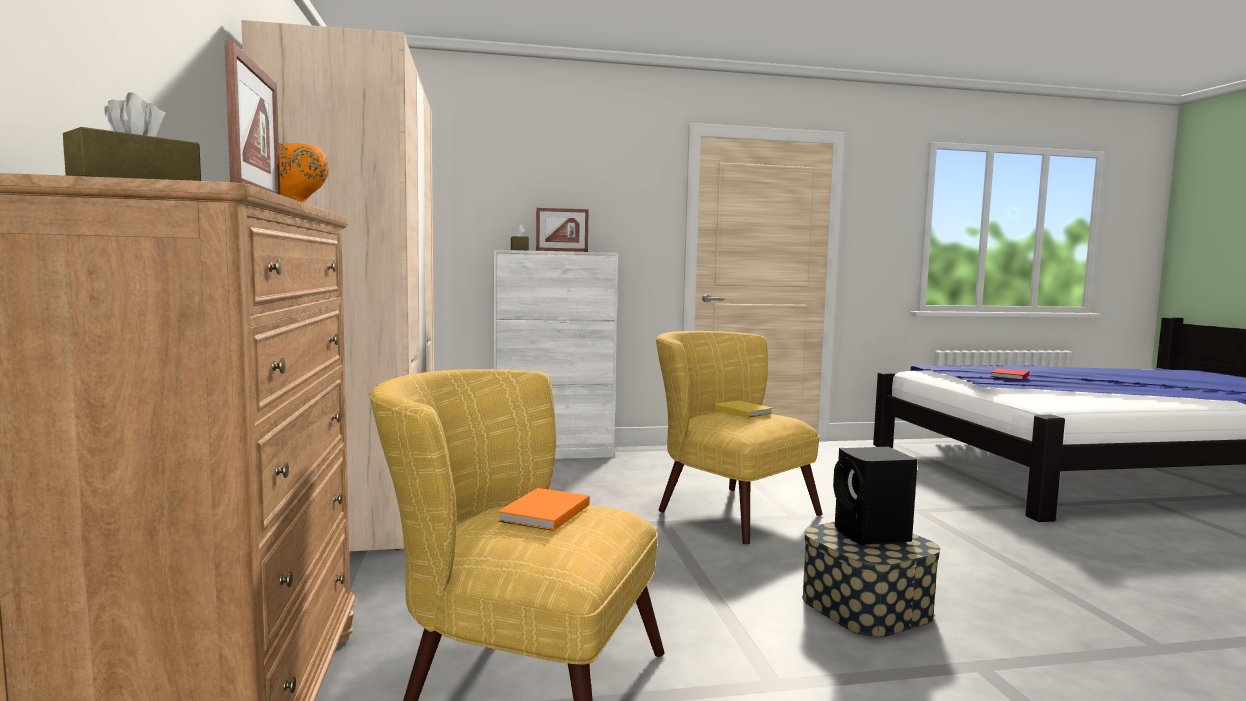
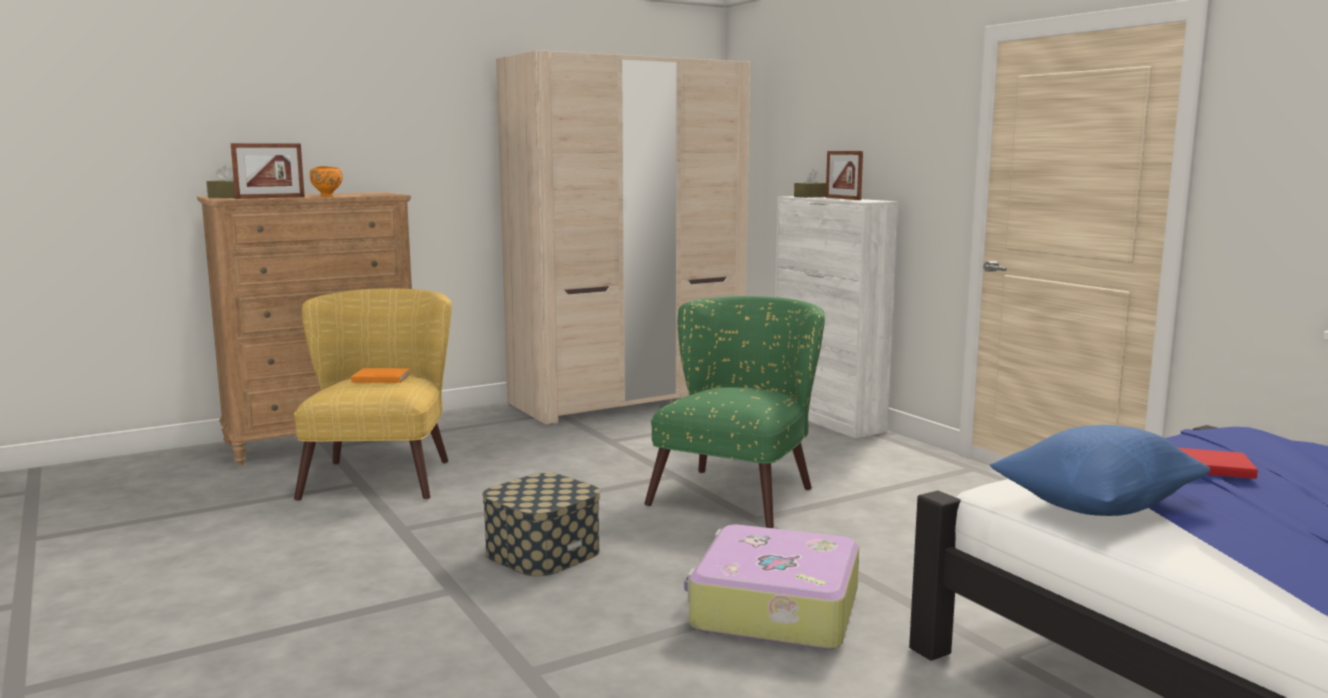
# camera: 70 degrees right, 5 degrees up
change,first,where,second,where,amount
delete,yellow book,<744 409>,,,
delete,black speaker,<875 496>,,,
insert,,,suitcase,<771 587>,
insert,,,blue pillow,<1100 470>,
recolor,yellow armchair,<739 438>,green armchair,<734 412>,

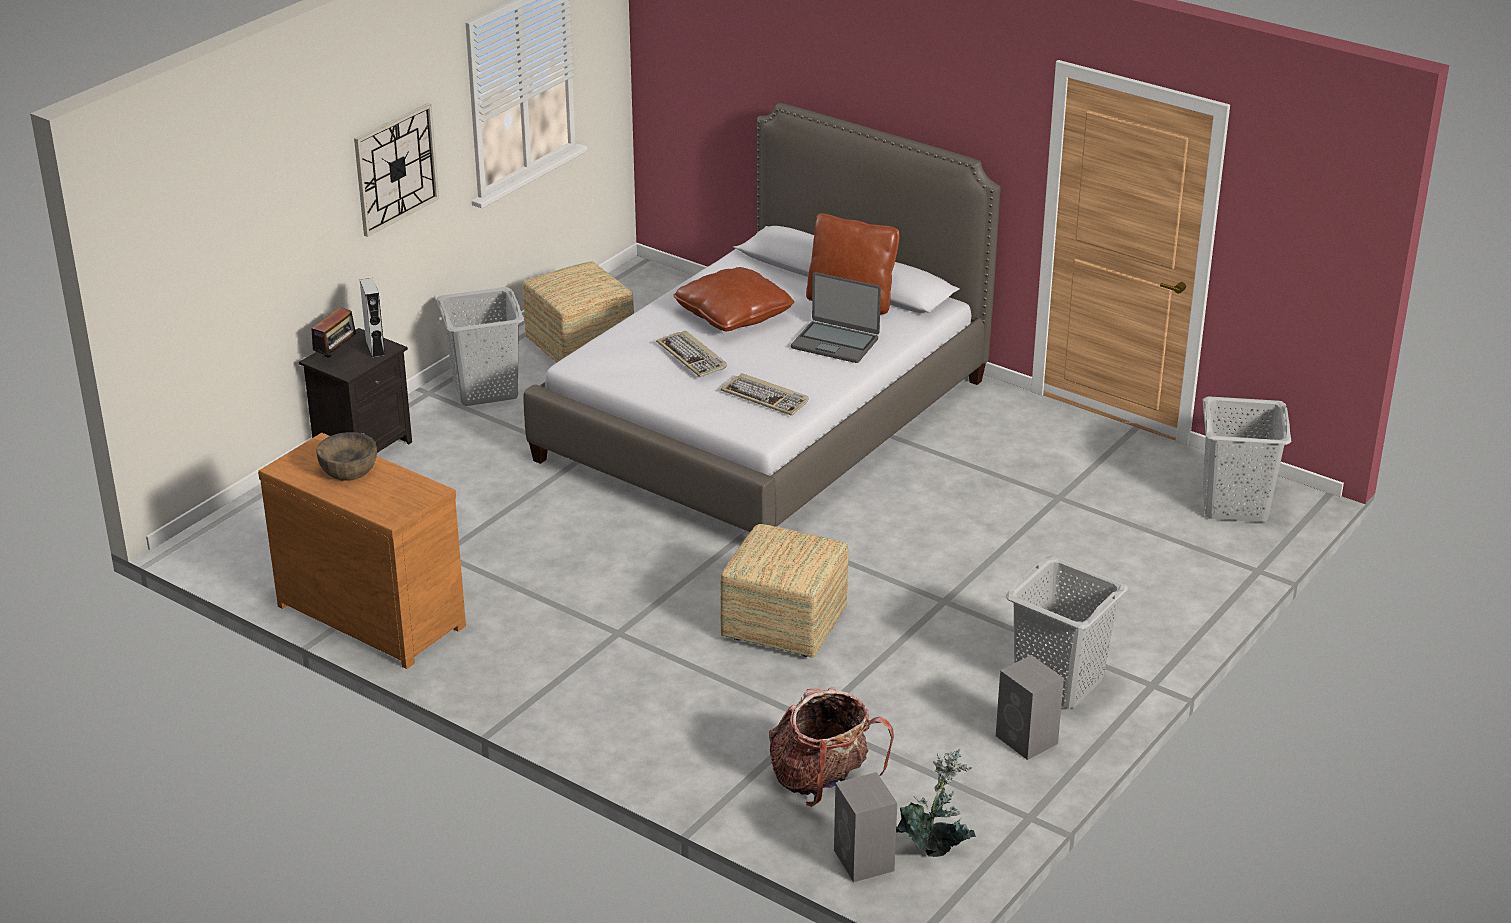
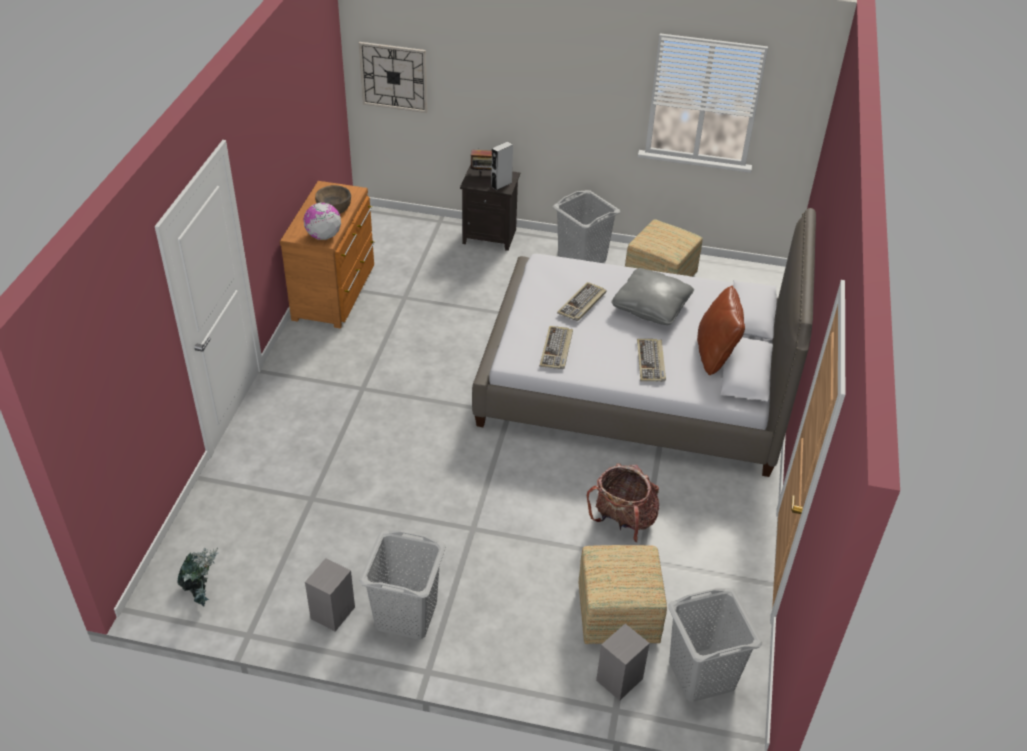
# camera: 65 degrees right, 10 degrees up
change,first,where,second,where,amount
insert,,,globe,<322 221>,
move,wall clock,<396 170>,,<393 77>,
move,ottoman,<784 591>,,<622 594>,
move,backpack,<831 747>,,<623 503>,
move,grey speaker,<865 827>,,<623 662>,
replace,laptop,<836 317>,keyboard,<651 360>,
recolor,brown pillow,<733 299>,grey pillow,<652 296>,

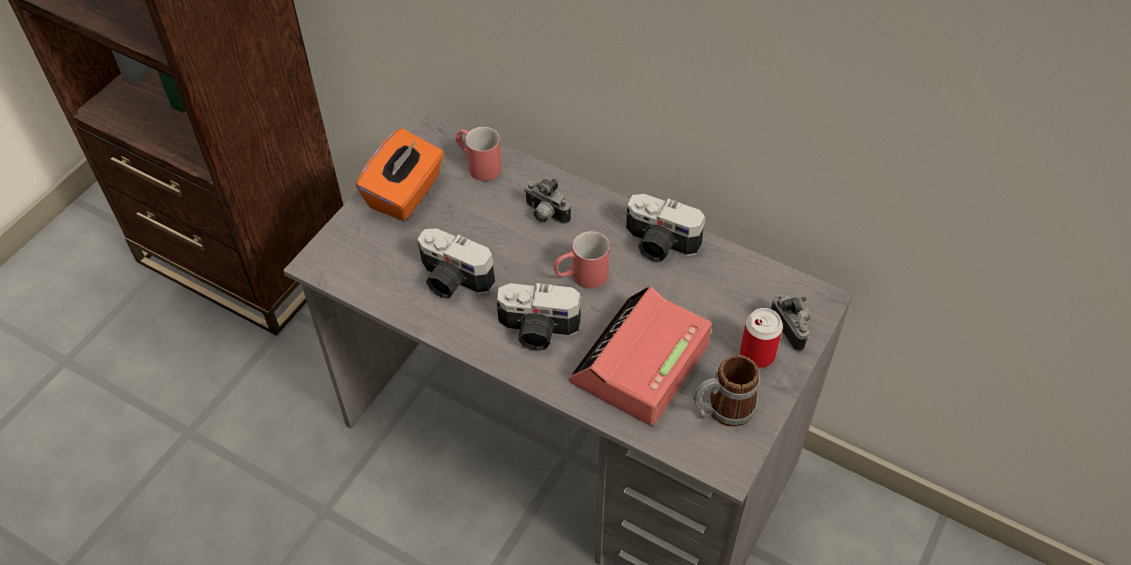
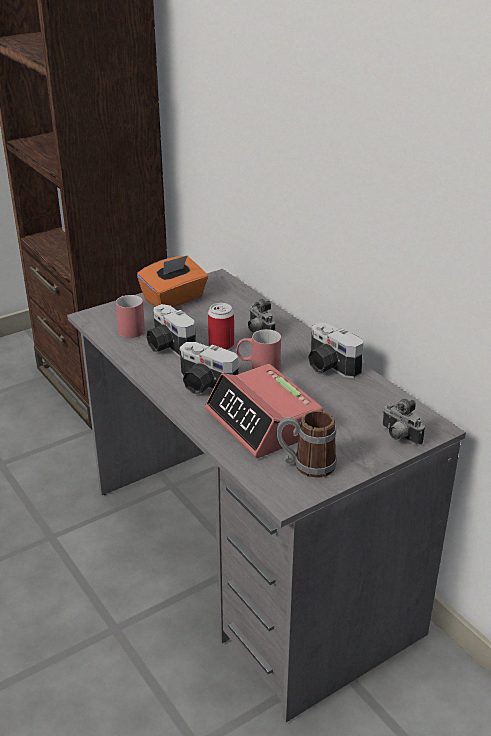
# camera: 25 degrees right, 20 degrees down
change,first,where,second,where,amount
move,red mug,<478 154>,,<130 316>,
move,can,<761 338>,,<221 326>,
rotate,alarm clock,<640 356>,,<264 411>,90 degrees counterclockwise
rotate,photo camera,<790 322>,,<403 422>,135 degrees clockwise

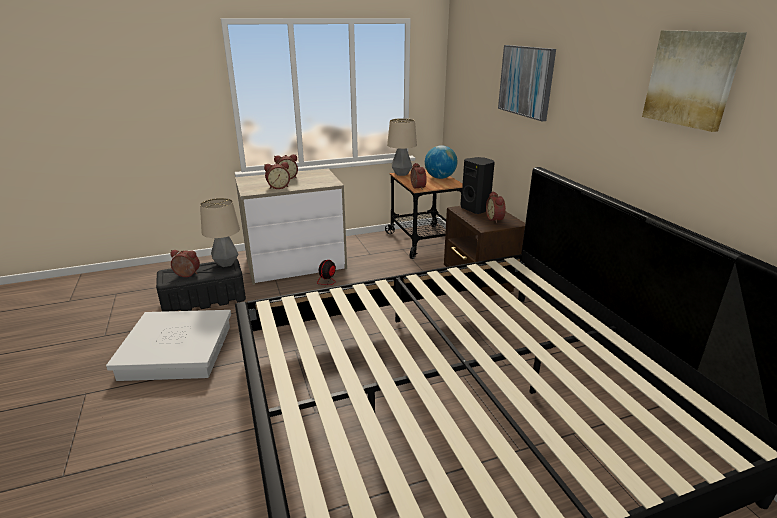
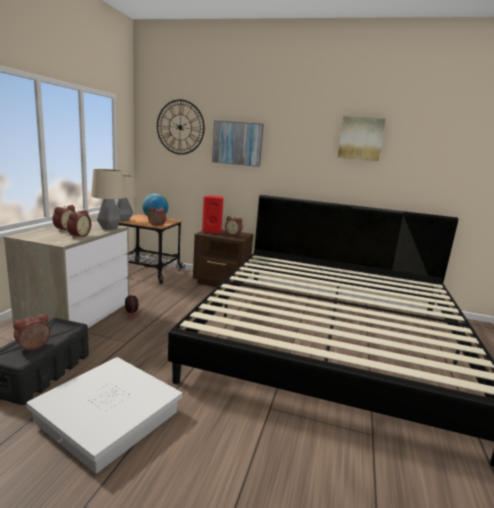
# camera: 55 degrees left, 10 degrees down
change,first,where,second,where,amount
insert,,,wall clock,<181 127>,
move,table lamp,<220 232>,,<108 199>,
recolor,black speaker,<478 185>,red speaker,<213 214>,

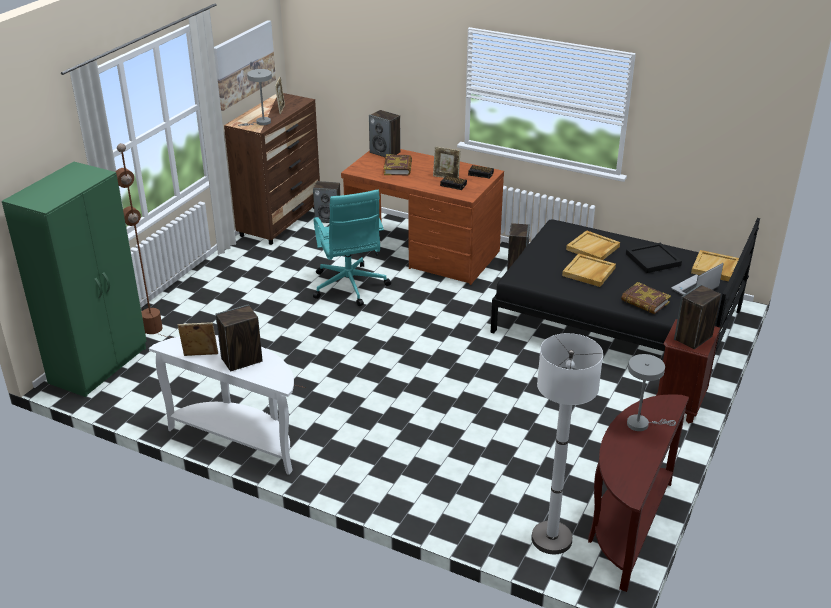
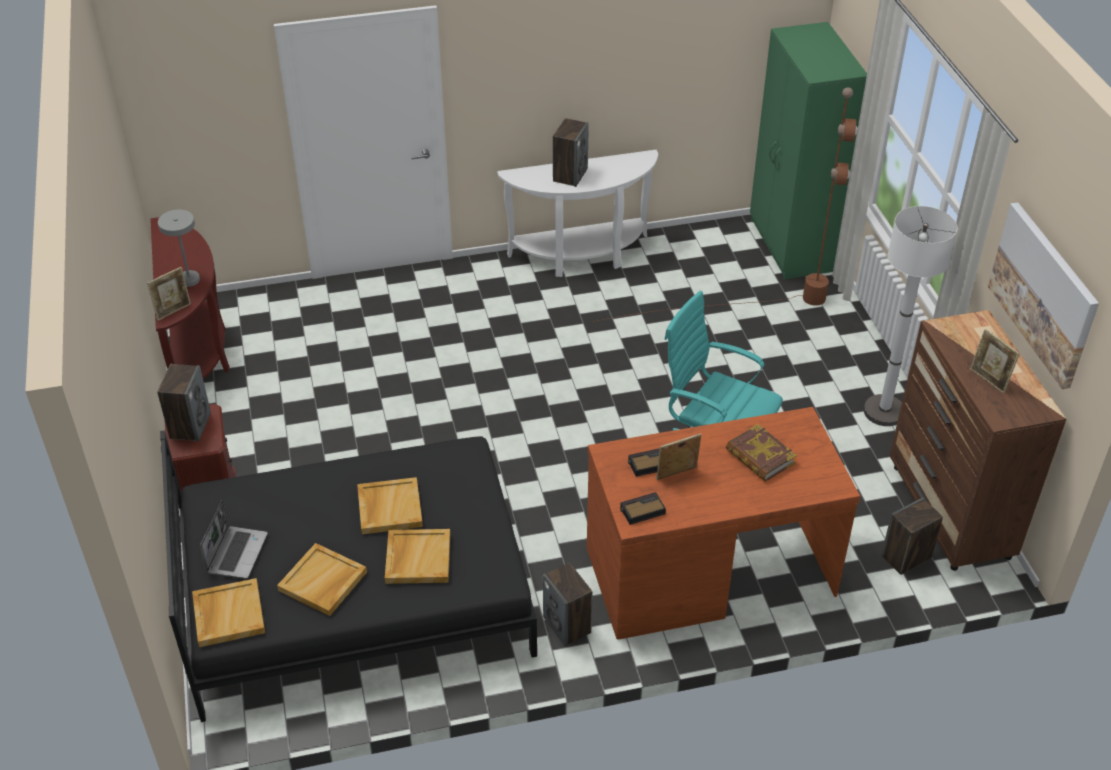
# camera: 140 degrees right, 10 degrees up
change,first,where,second,where,amount
delete,grey table lamp,<255 97>,,,
delete,speaker,<385 133>,,,
delete,book,<646 298>,,,
move,picture frame,<198 339>,,<169 294>,
move,white floor lamp,<567 443>,,<910 316>,
recolor,black tray,<654 258>,beige tray,<322 579>,

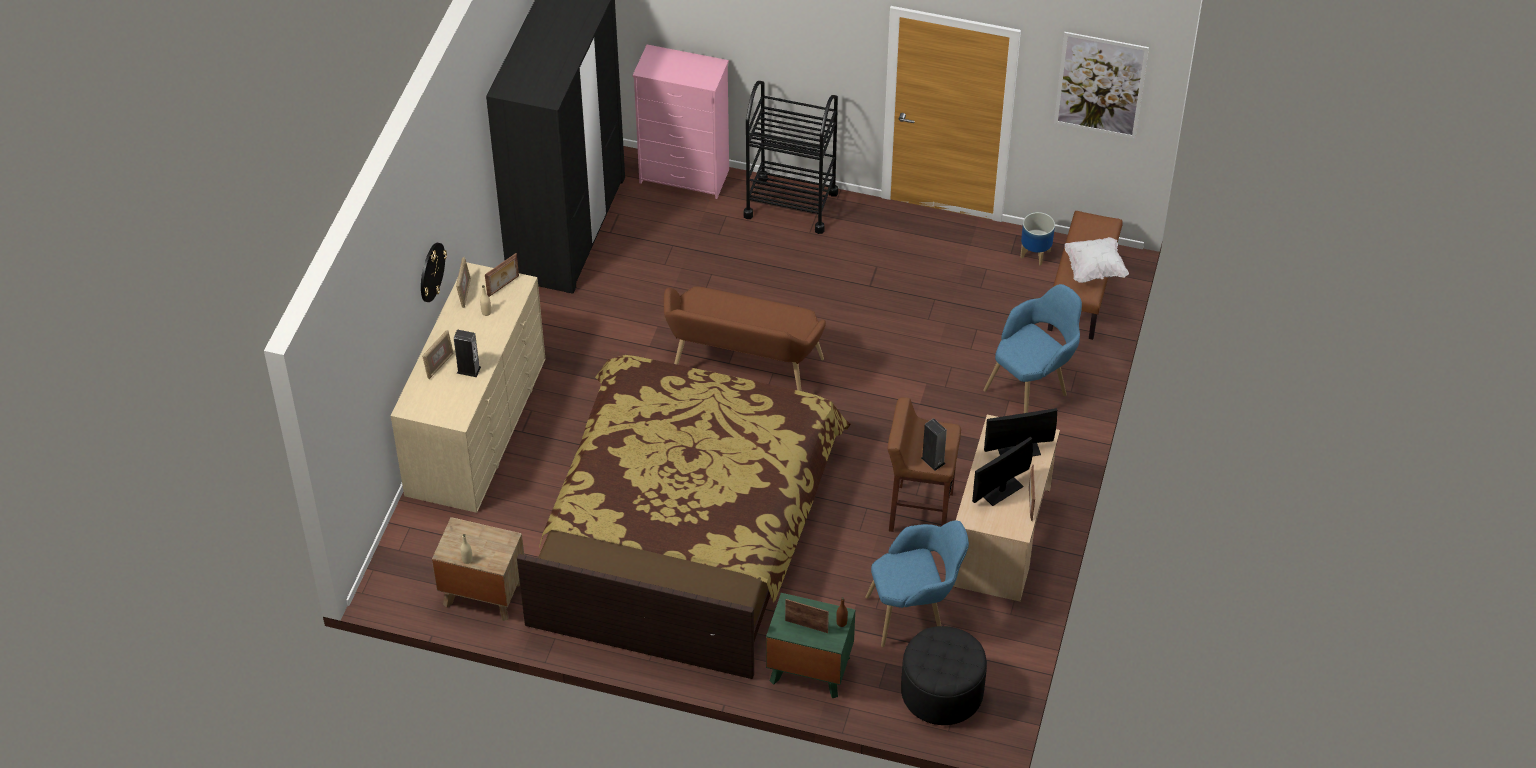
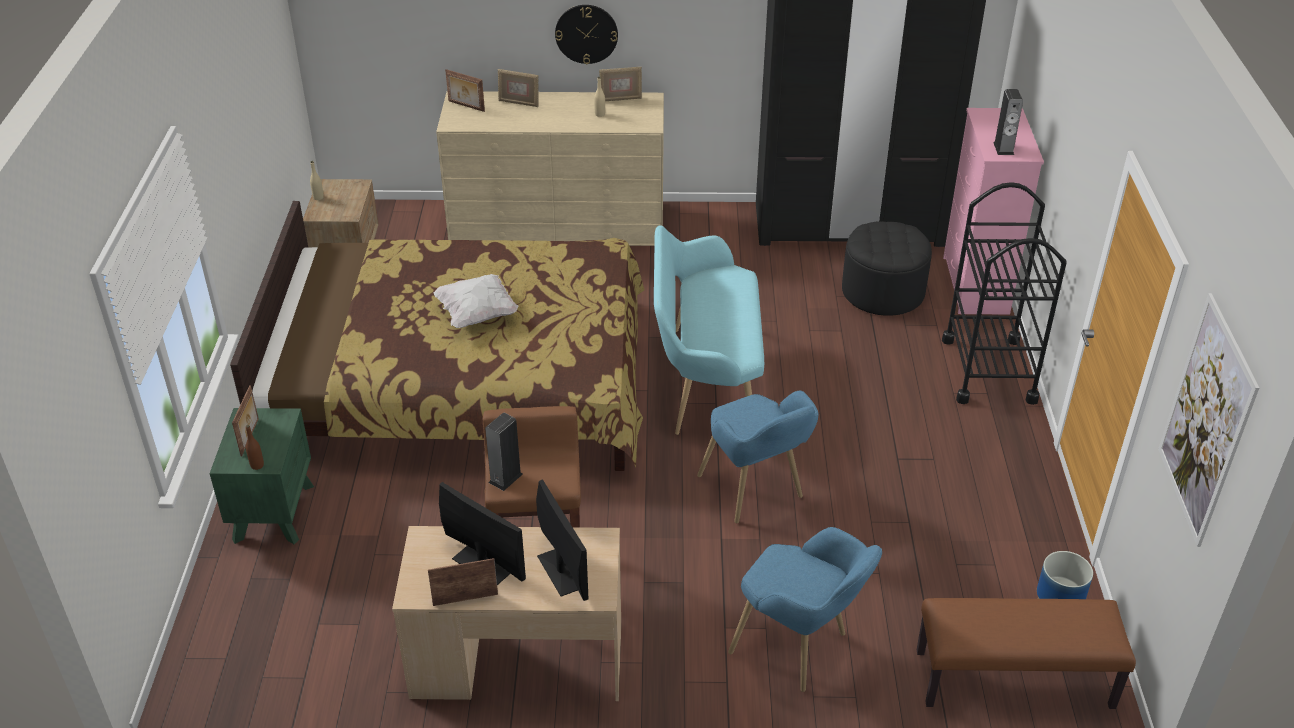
# camera: 75 degrees right, 10 degrees down
change,first,where,second,where,amount
move,speaker,<467 353>,,<1008 122>,
move,picture frame,<502 275>,,<465 90>,
move,blue armchair,<917 583>,,<757 457>,
move,black ottoman,<944 675>,,<887 268>,
move,white pillow,<1097 260>,,<475 301>,
recolor,brown bench,<745 339>,turquoise bench,<709 330>,

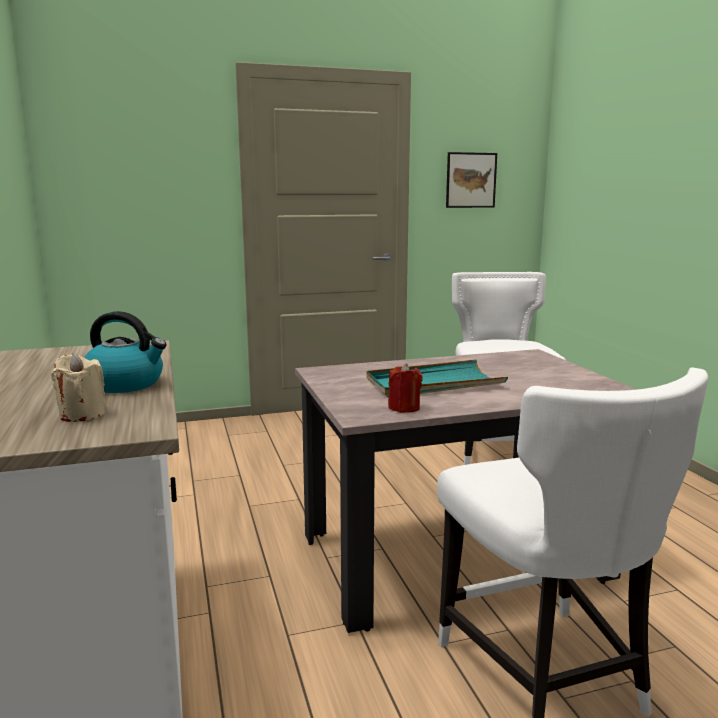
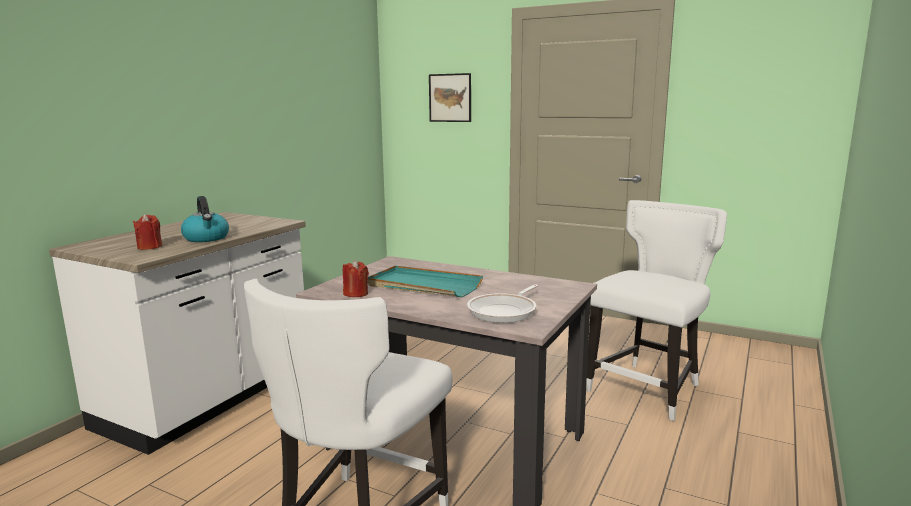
# camera: 45 degrees right, 0 degrees up
change,first,where,second,where,amount
insert,,,frying pan,<502 303>,
move,picture,<471 180>,,<450 97>,
recolor,beige candle,<79 387>,red candle,<148 232>,

